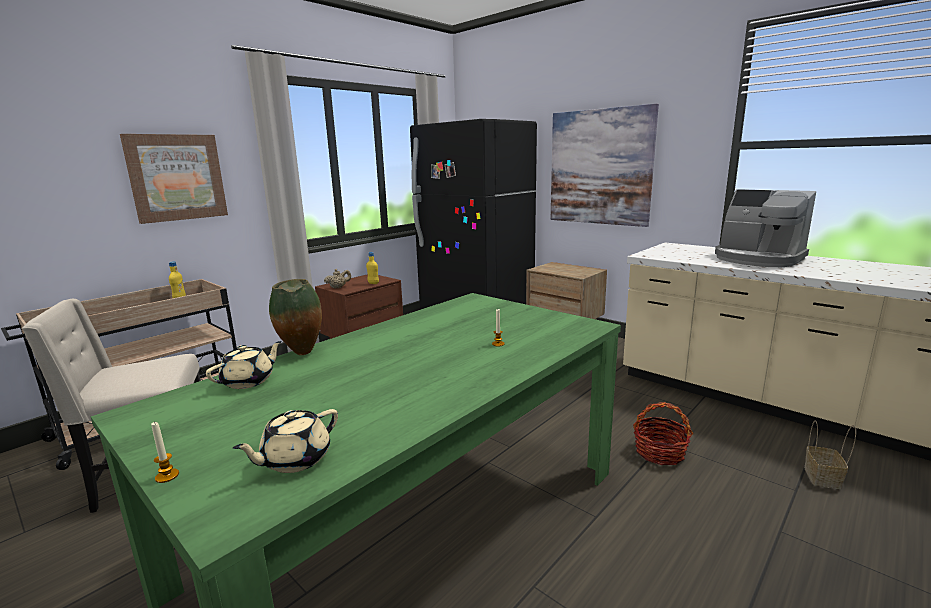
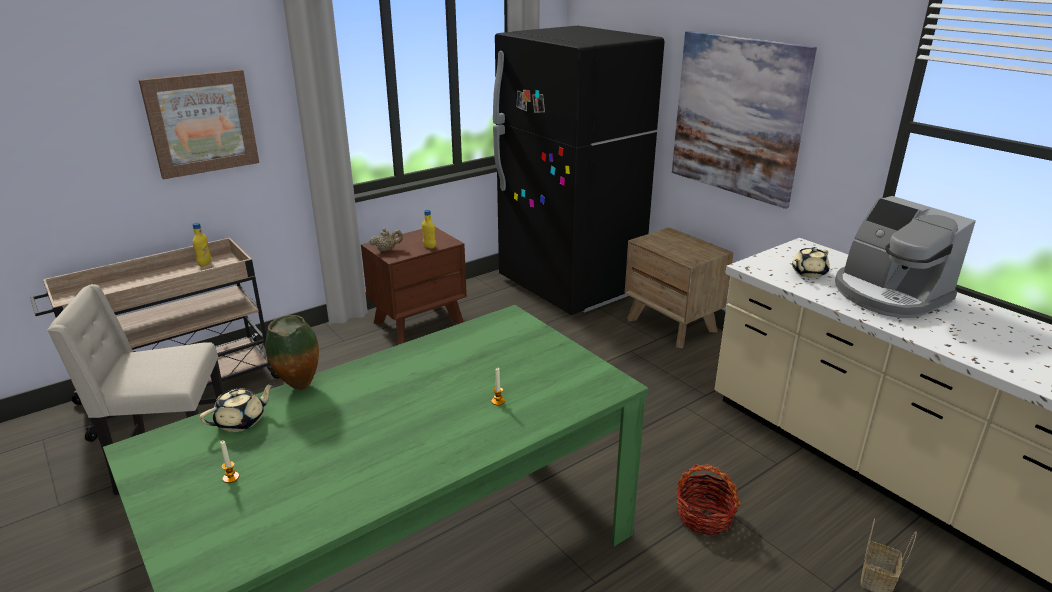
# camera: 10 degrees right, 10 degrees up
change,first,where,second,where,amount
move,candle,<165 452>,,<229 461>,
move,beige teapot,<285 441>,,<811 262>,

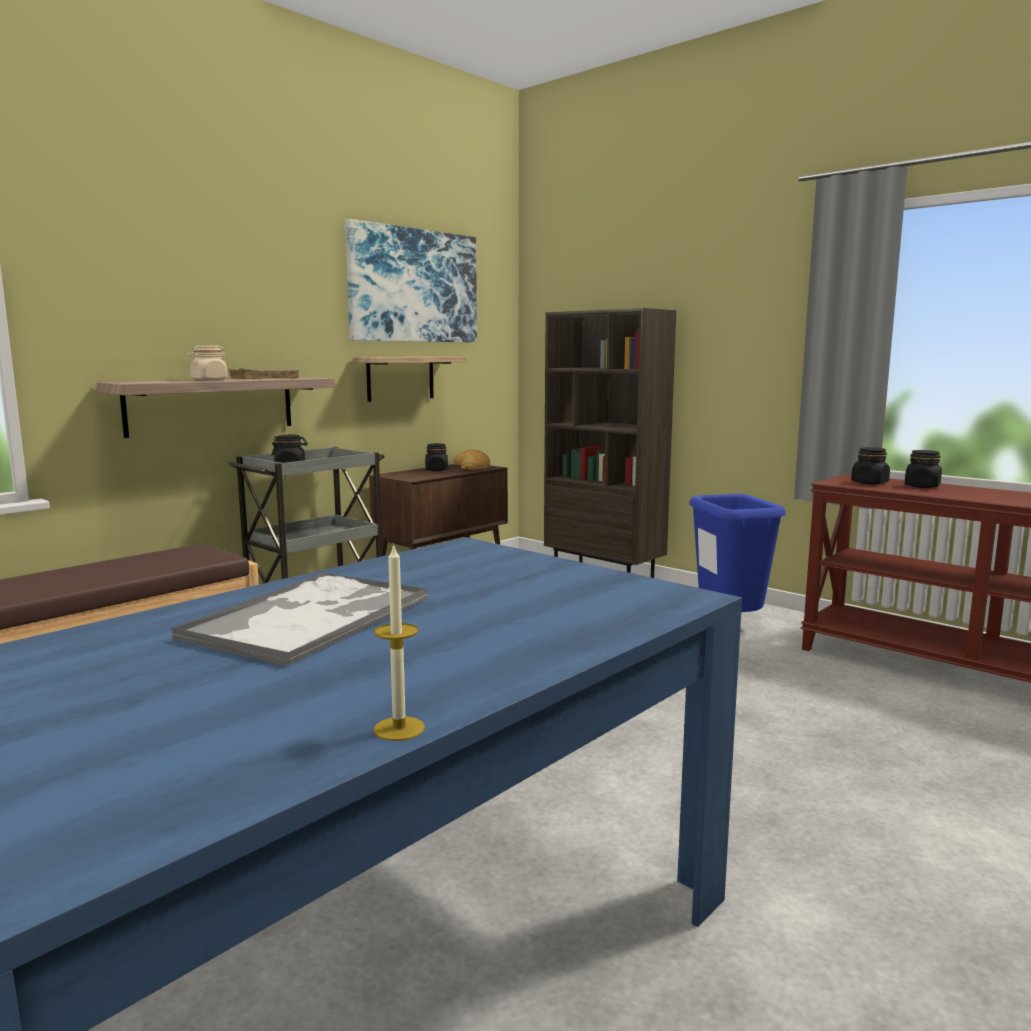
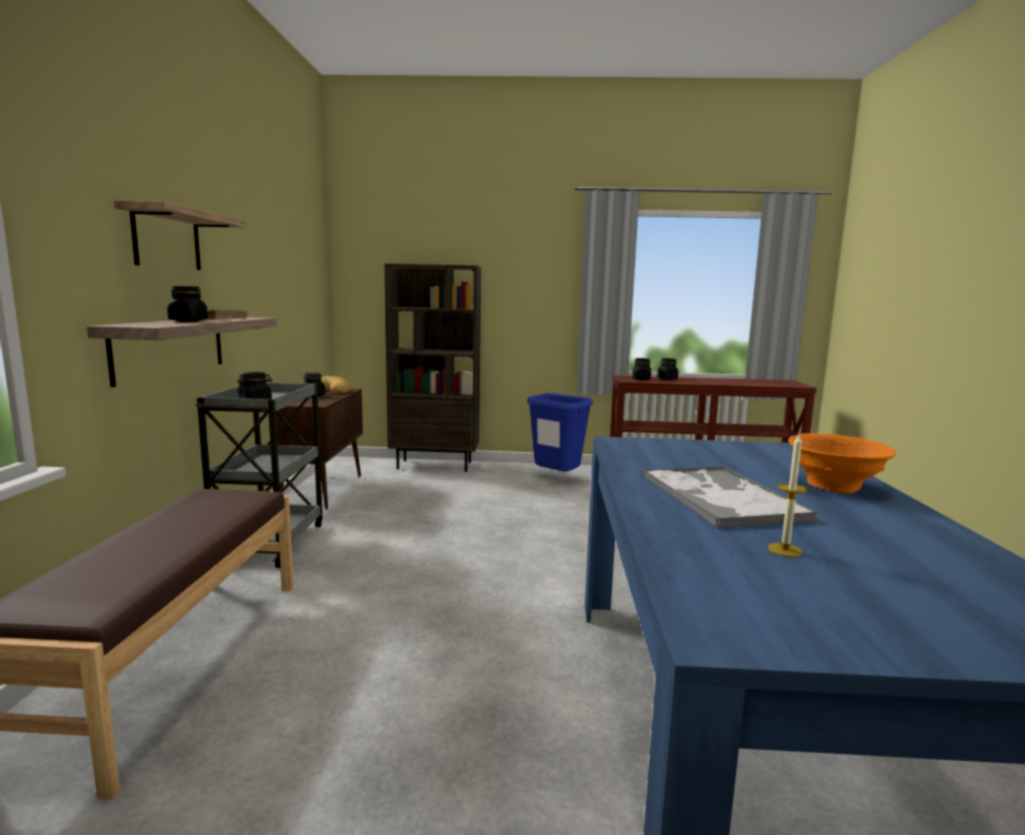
# camera: 40 degrees left, 0 degrees up
change,first,where,second,where,amount
delete,picture,<411 280>,,,
insert,,,orange bowl,<842 463>,
move,shelf,<410 379>,,<180 235>,
move,candle,<399 642>,,<788 496>,
recolor,beige jar,<208 363>,black jar,<187 304>,

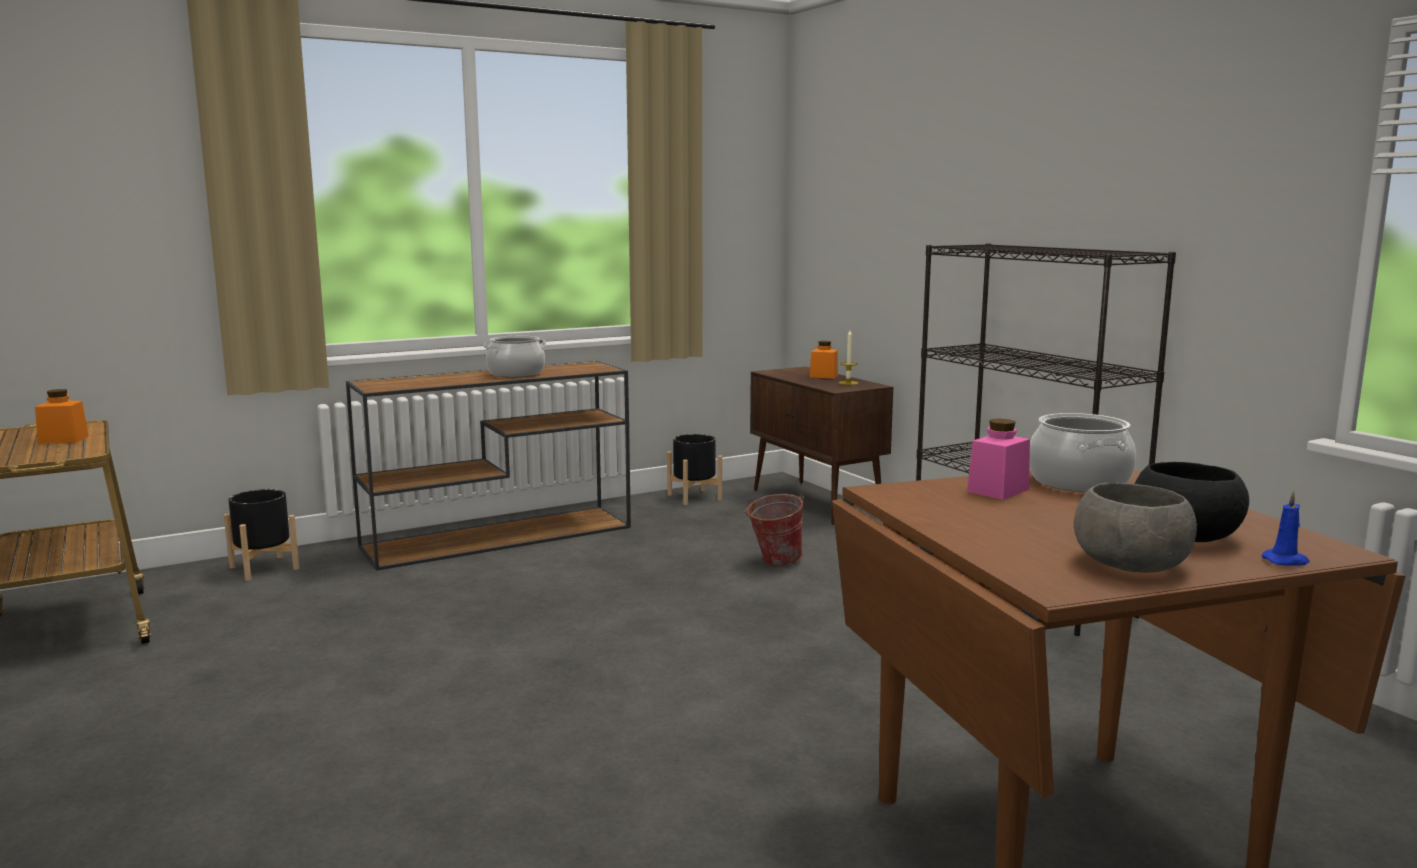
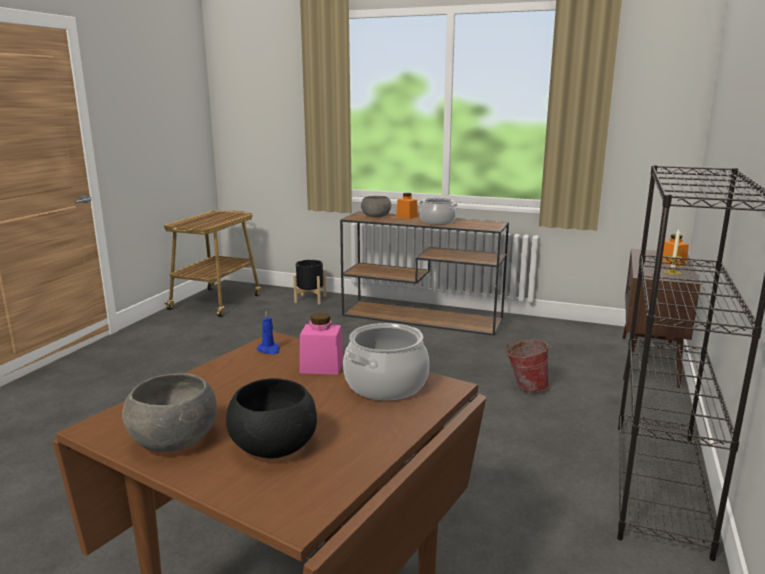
# camera: 50 degrees right, 5 degrees up
change,first,where,second,where,amount
delete,black planter,<694 469>,,,
insert,,,grey bowl,<376 206>,
move,orange jar,<62 416>,,<407 206>,
move,blue candle,<1286 528>,,<268 332>,

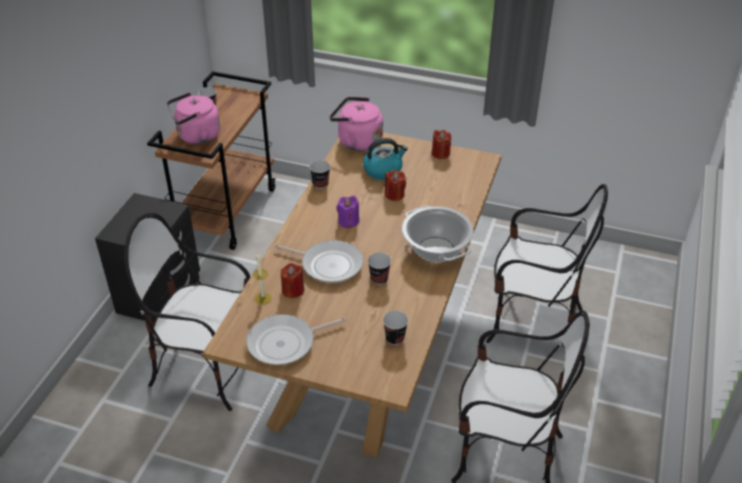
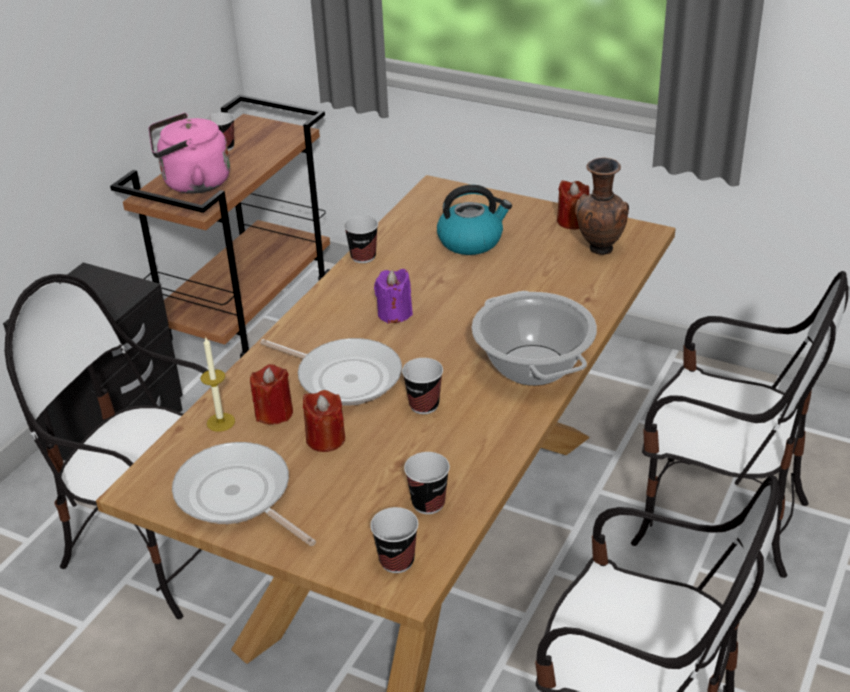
# camera: 10 degrees right, 5 degrees down
change,first,where,second,where,amount
delete,pink kettle,<356 124>,,,
insert,,,cup,<394 540>,
insert,,,brown vase,<602 206>,
move,red candle,<395 185>,,<324 421>,
rotate,frying pan,<296 339>,,<244 494>,60 degrees clockwise

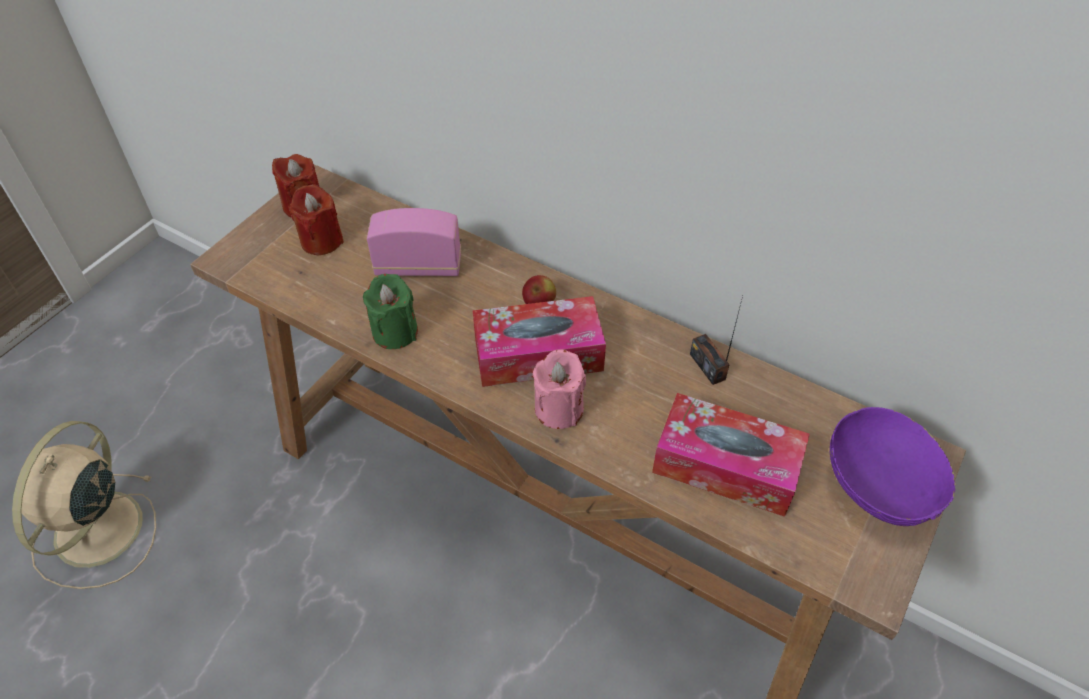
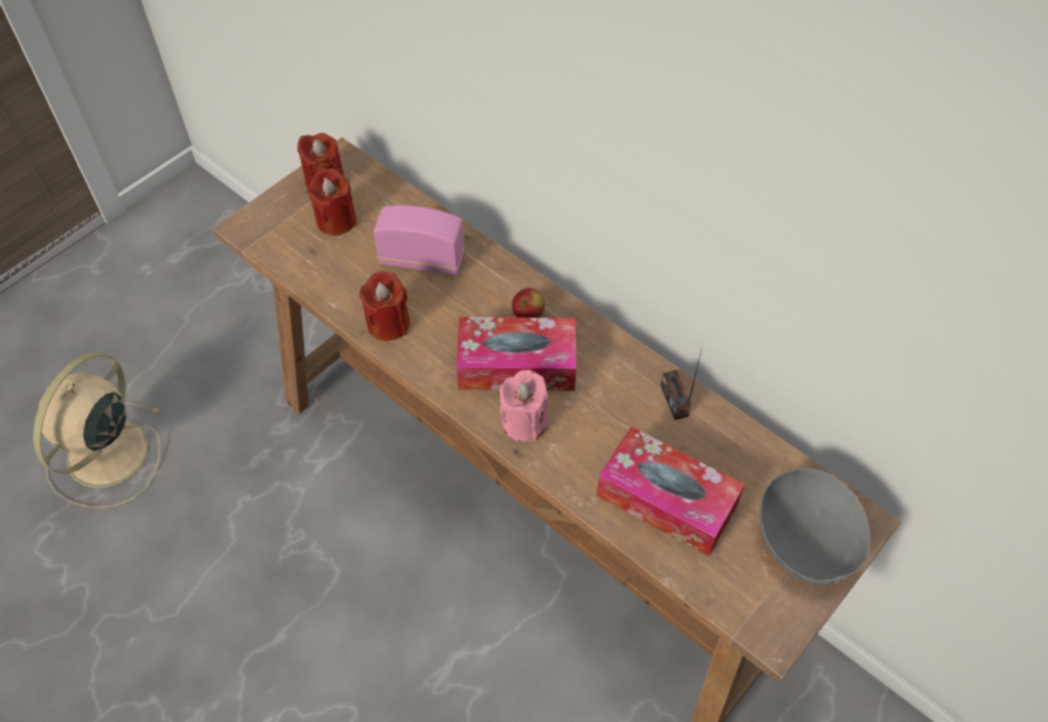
# camera: 10 degrees right, 5 degrees up
change,first,where,second,where,amount
recolor,green candle,<390 311>,red candle,<384 306>,
recolor,purple bowl,<893 466>,grey bowl,<815 527>,

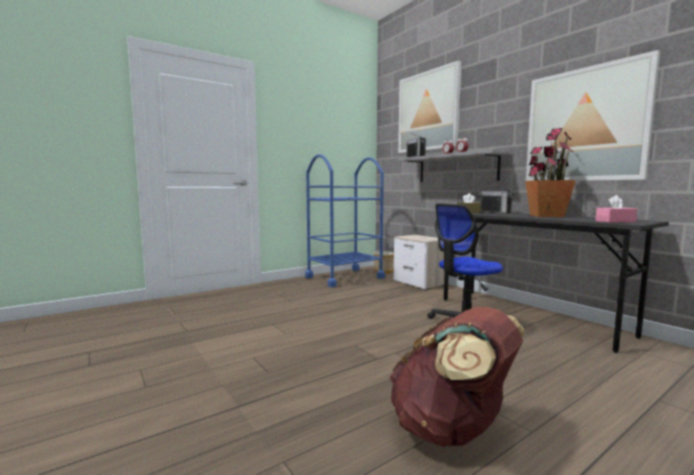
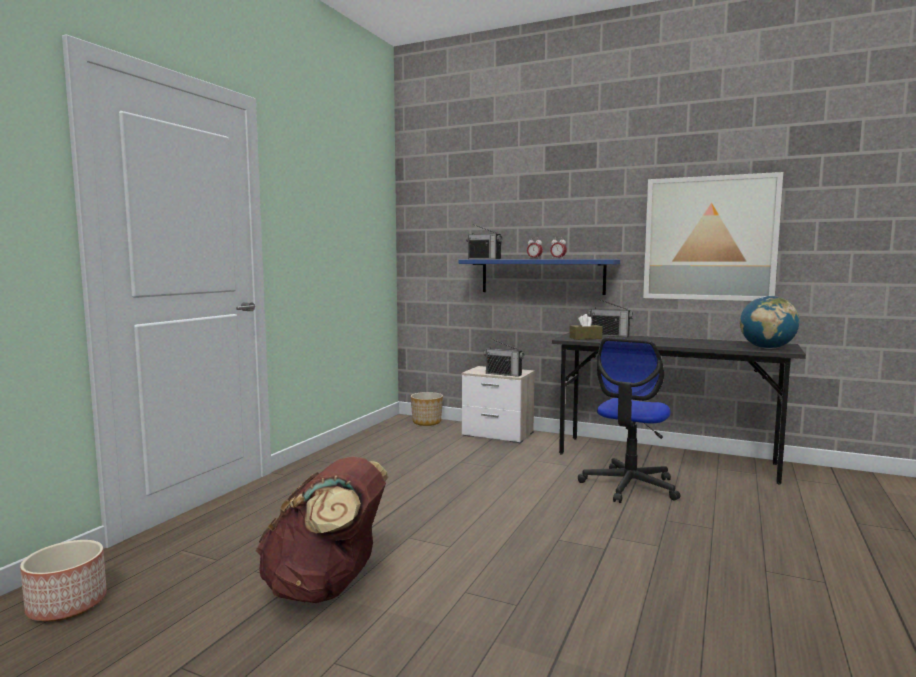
# camera: 30 degrees left, 0 degrees up
change,first,where,second,where,amount
delete,blue cart,<345 220>,,,
delete,picture,<429 106>,,,
delete,potted plant,<550 172>,,,
insert,,,planter,<63 581>,
insert,,,radio,<504 357>,
move,brown backpack,<457 377>,,<322 530>,
replace,pink tissue box,<616 209>,globe,<769 322>,
recolor,grey shelf,<454 165>,blue shelf,<539 277>,

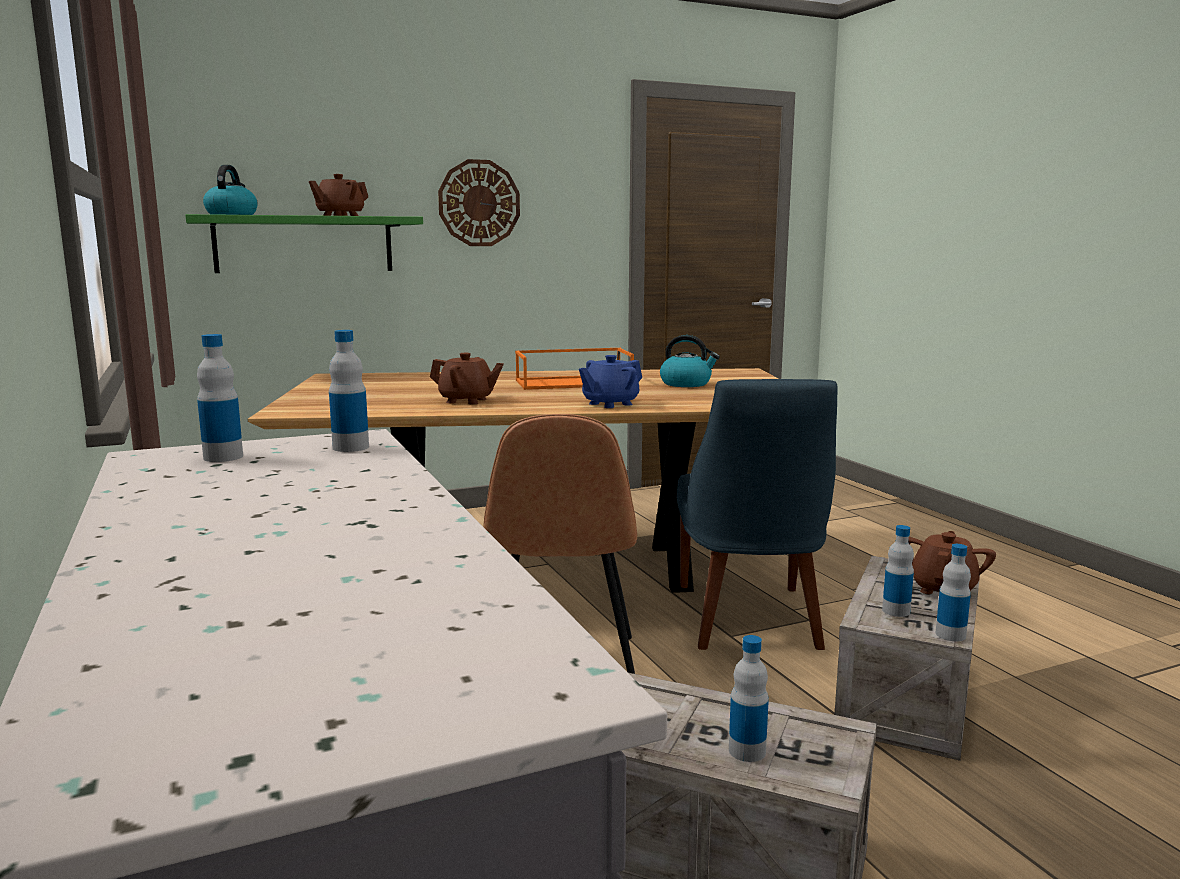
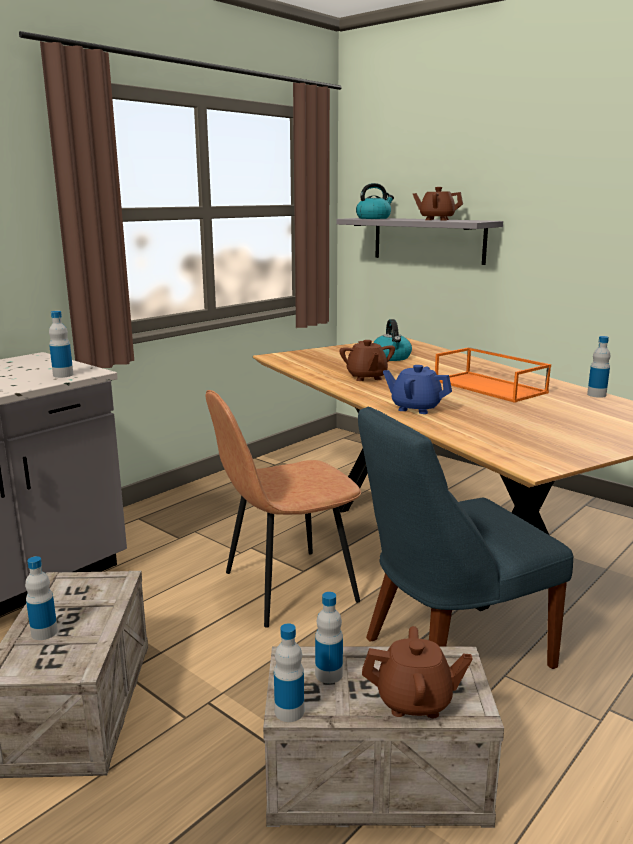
# camera: 65 degrees right, 5 degrees up
change,first,where,second,where,amount
delete,wall clock,<479 202>,,,
move,bottle,<220 398>,,<598 367>,
move,kettle,<690 361>,,<392 340>,
recolor,green shelf,<304 243>,grey shelf,<419 241>,

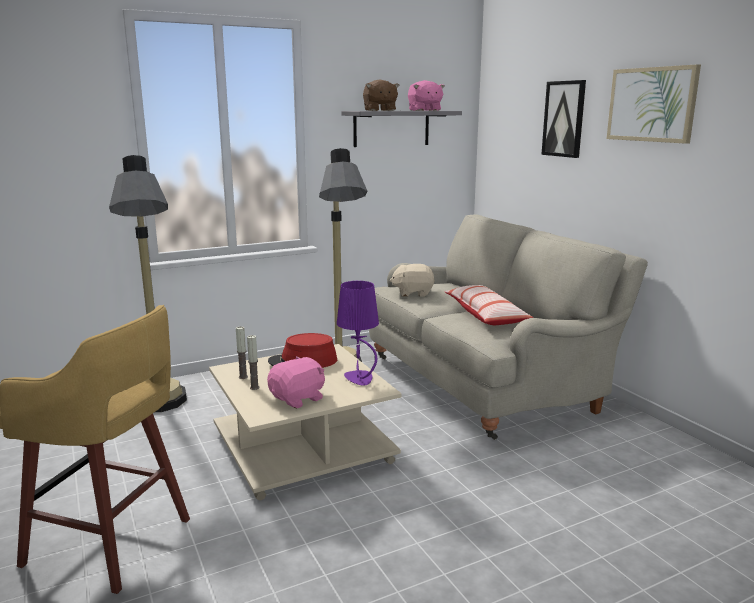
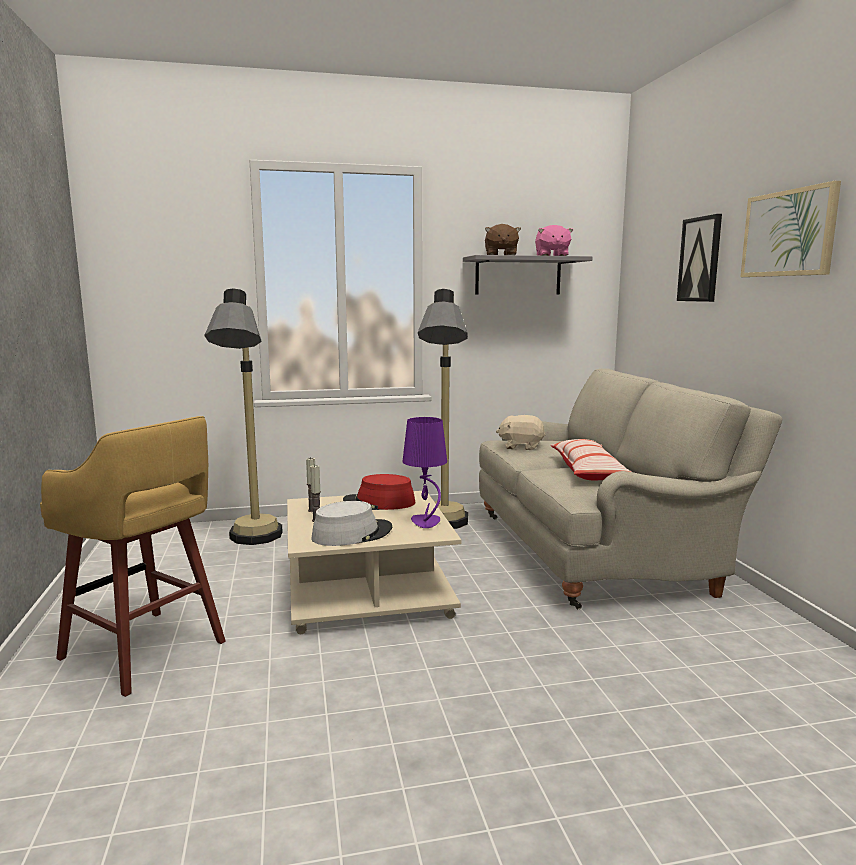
# camera: 15 degrees right, 5 degrees down
change,first,where,second,where,amount
replace,pink plush toy,<296 382>,grey hat,<351 523>,

